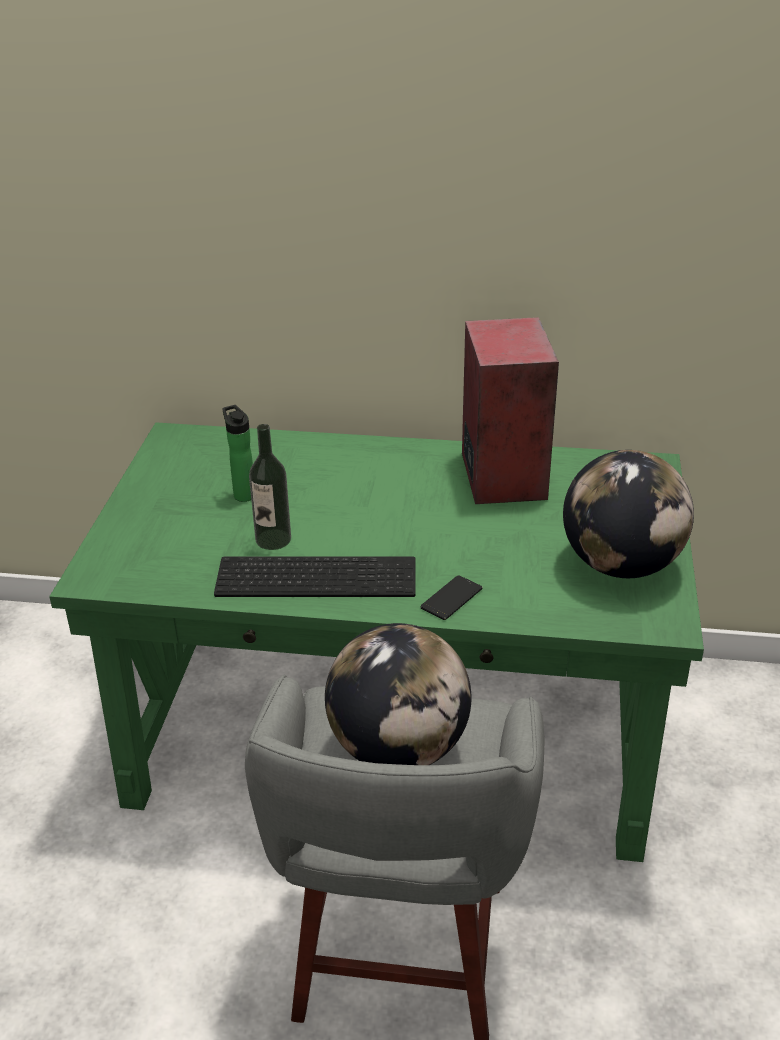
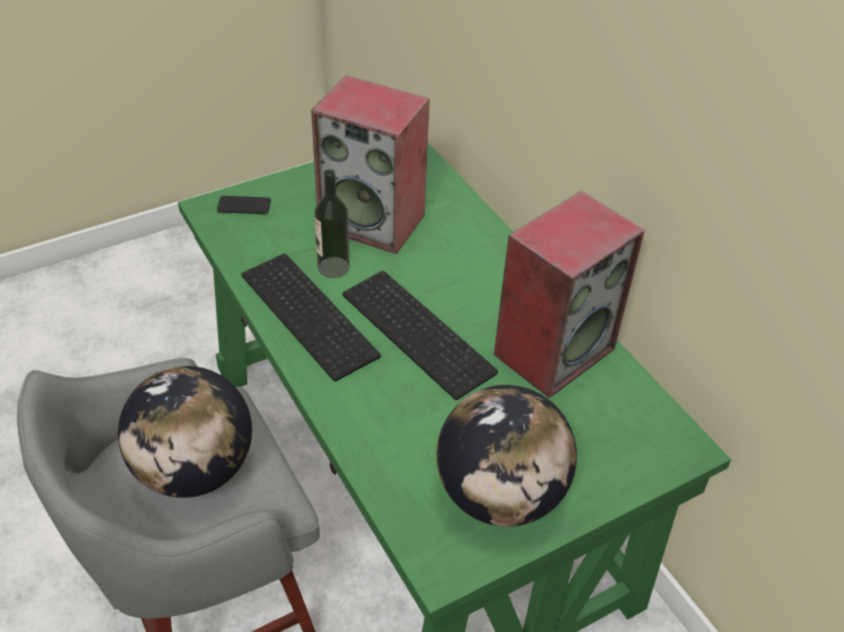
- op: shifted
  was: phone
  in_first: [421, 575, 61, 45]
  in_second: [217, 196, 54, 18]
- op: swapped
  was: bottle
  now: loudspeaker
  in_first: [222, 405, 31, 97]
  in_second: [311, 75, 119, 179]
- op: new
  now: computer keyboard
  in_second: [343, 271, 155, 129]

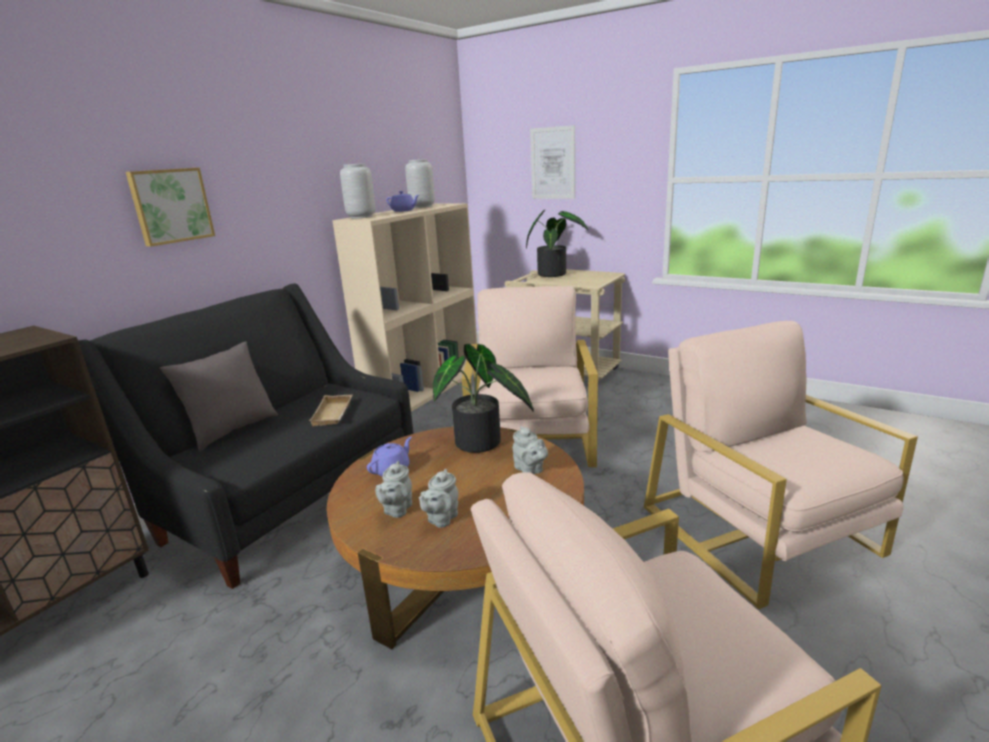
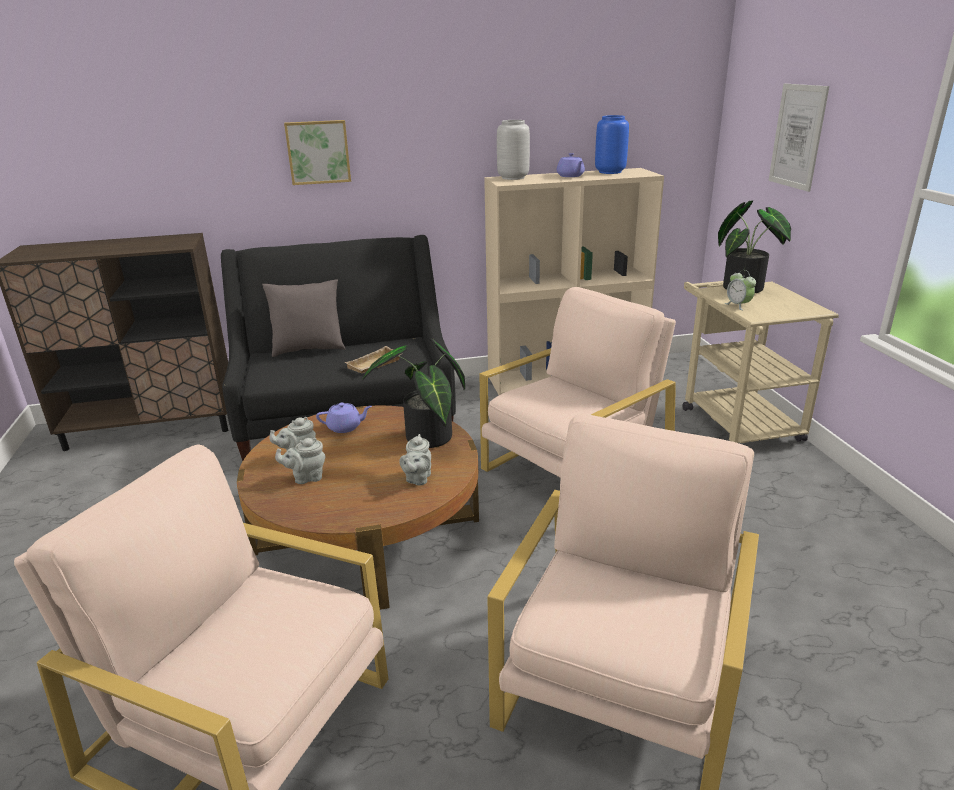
- op: repainted
  was: decorative vase in grey
  now: decorative vase in blue-coloured
  in_first: [405, 159, 30, 49]
  in_second: [595, 115, 34, 59]
- op: new
  now: bedside clock
  in_second: [725, 270, 31, 40]

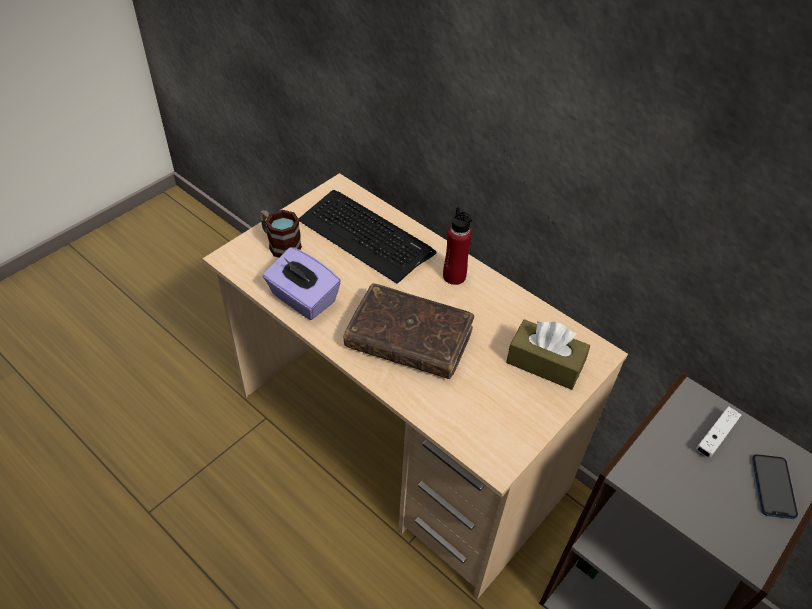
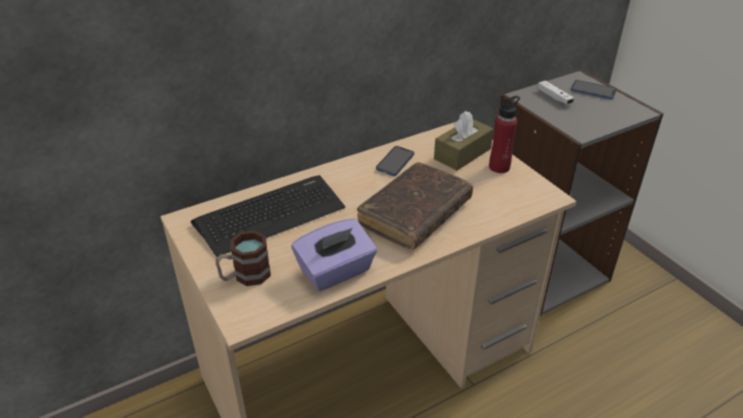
- op: new
  now: phone
  in_second: [376, 146, 38, 30]
- op: shifted
  was: bottle in reddish
  in_first: [443, 207, 29, 78]
  in_second: [489, 96, 31, 77]

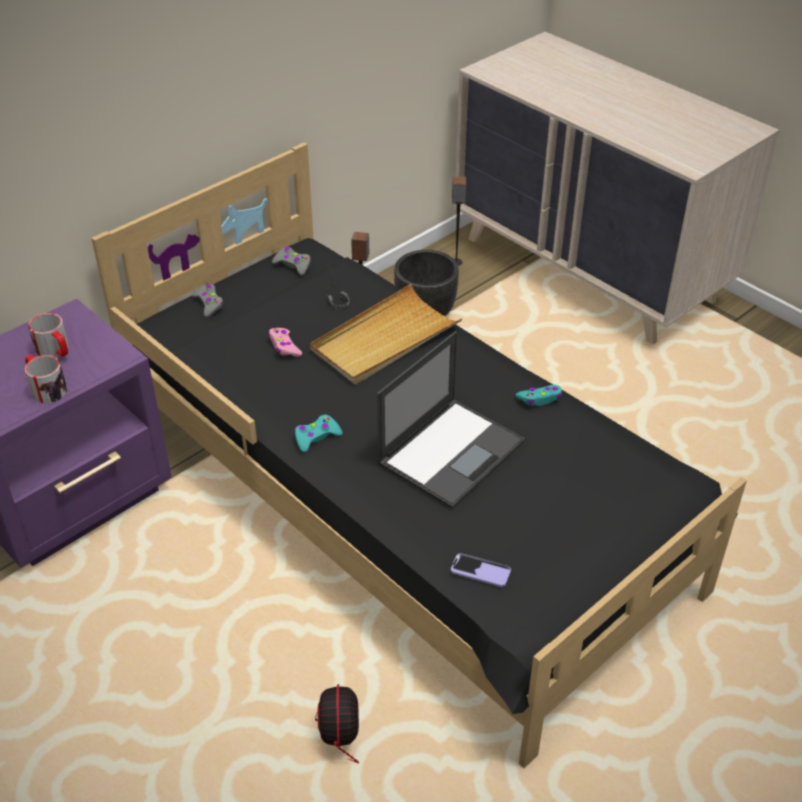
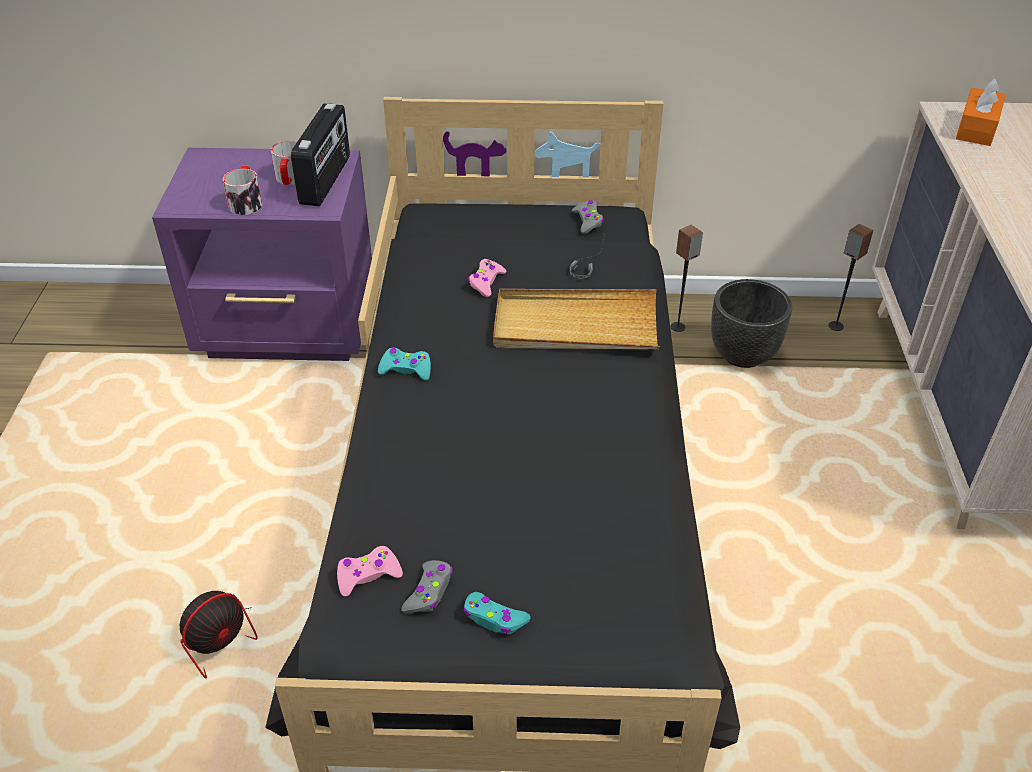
- op: new
  now: radio set
  in_second: [291, 103, 59, 103]
- op: swapped
  was: phone
  now: game controller in pinkish
  in_first: [451, 553, 60, 34]
  in_second: [337, 546, 66, 51]
- op: shifted
  was: game controller in grey
  in_first: [193, 284, 31, 34]
  in_second: [401, 560, 52, 54]
- op: shifted
  was: game controller in turquoise
  in_first: [515, 384, 47, 22]
  in_second: [463, 592, 68, 43]
- op: new
  now: tissue holder in orange-coloured
  in_second: [956, 78, 50, 68]
- op: gone
  was: laptop
  in_first: [377, 331, 148, 178]

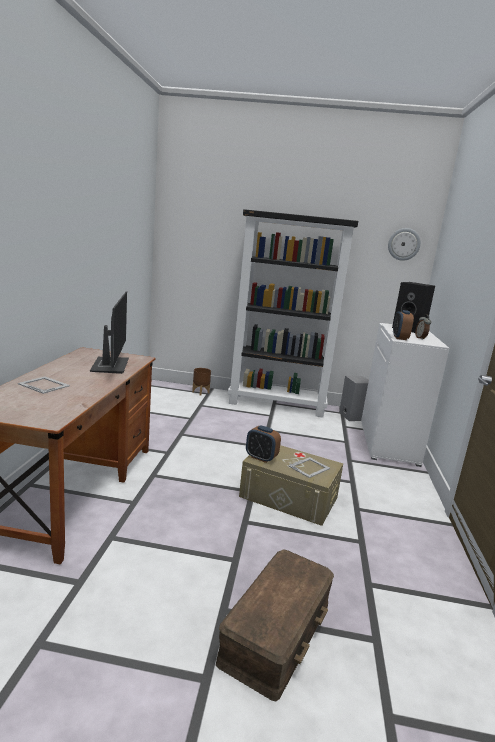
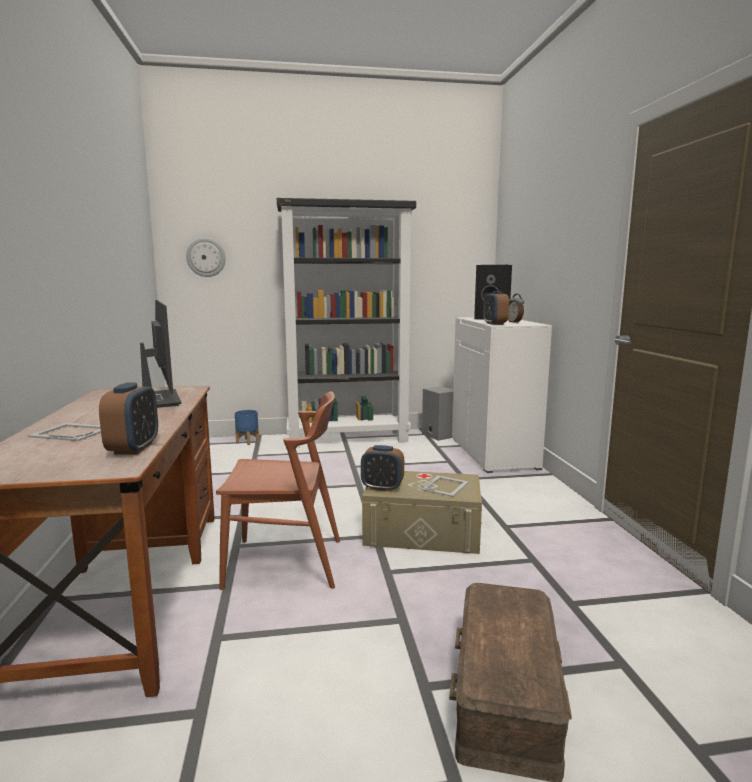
- op: new
  now: bedside clock
  in_second: [99, 383, 59, 72]
- op: shifted
  was: wall clock
  in_first: [388, 228, 33, 33]
  in_second: [186, 238, 40, 39]
- op: new
  now: plain chair in brown-coloured
  in_second: [216, 391, 124, 199]
- op: repainted
  was: flower pot in brown-coloured
  now: flower pot in blue-coloured
  in_first: [192, 368, 19, 28]
  in_second: [235, 410, 24, 35]

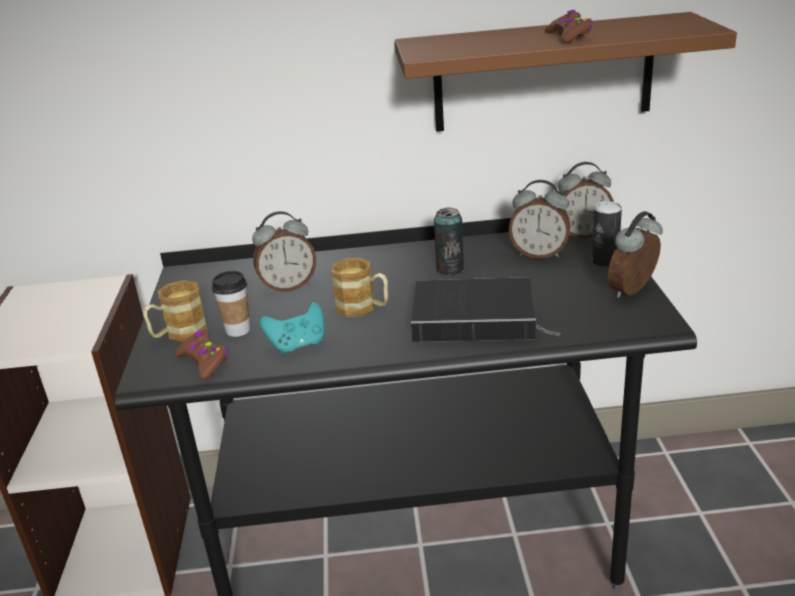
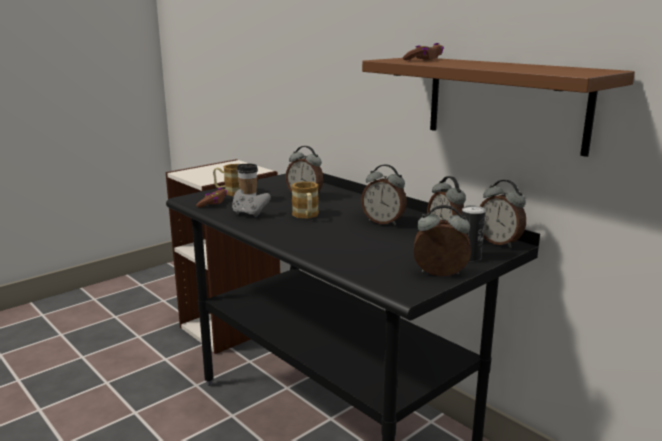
- op: repainted
  was: game controller in turquoise
  now: game controller in grey
  in_first: [260, 302, 64, 53]
  in_second: [232, 189, 39, 28]
- op: swapped
  was: metal can
  now: bedside clock
  in_first: [434, 207, 30, 68]
  in_second: [361, 164, 46, 62]
- op: shifted
  was: game controller in brown-coloured
  in_first: [545, 10, 48, 33]
  in_second: [403, 43, 41, 17]
- op: gone
  was: volume
  in_first: [411, 277, 149, 65]

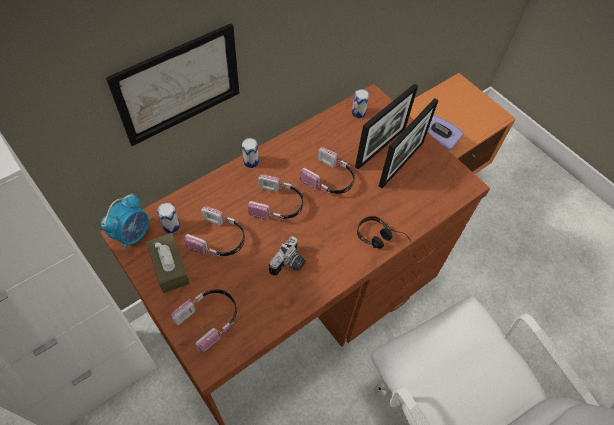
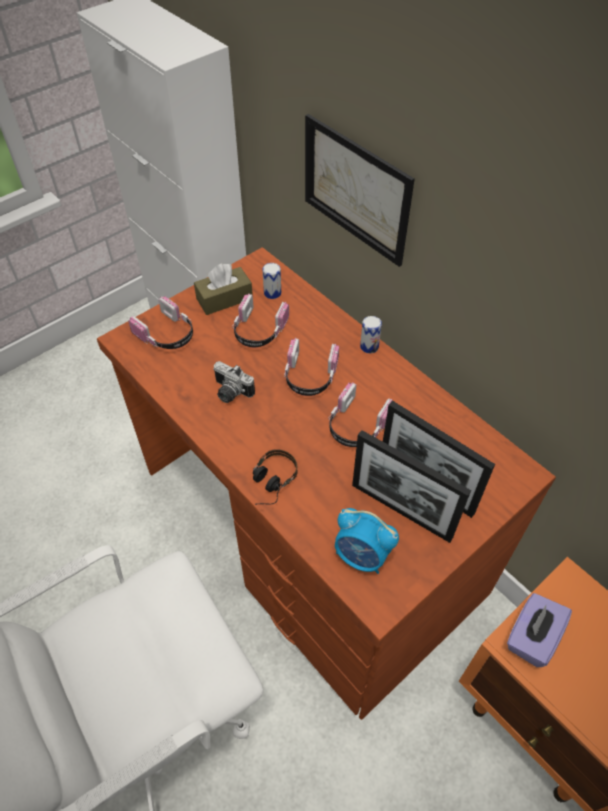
- op: shifted
  was: bedside clock
  in_first: [101, 193, 48, 58]
  in_second: [335, 508, 64, 66]
- op: gone
  was: metal can
  in_first: [352, 89, 17, 29]

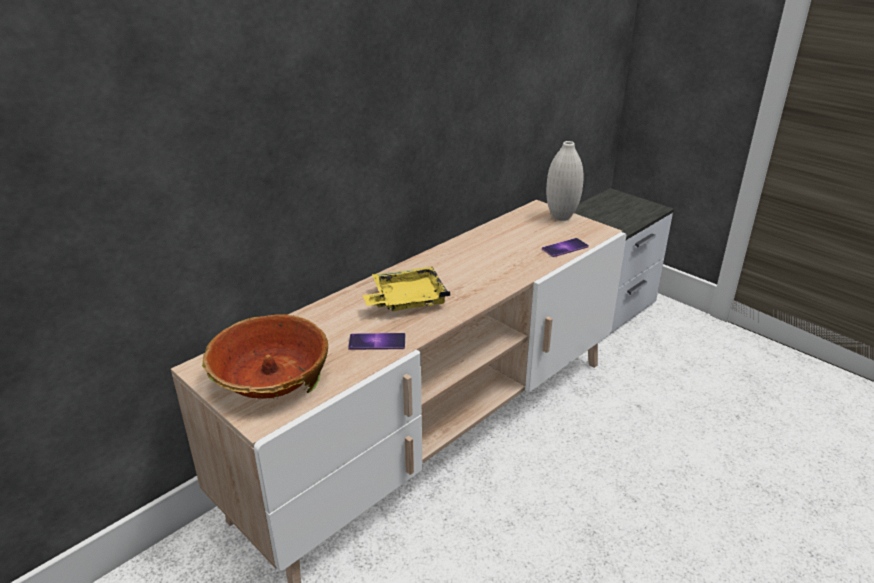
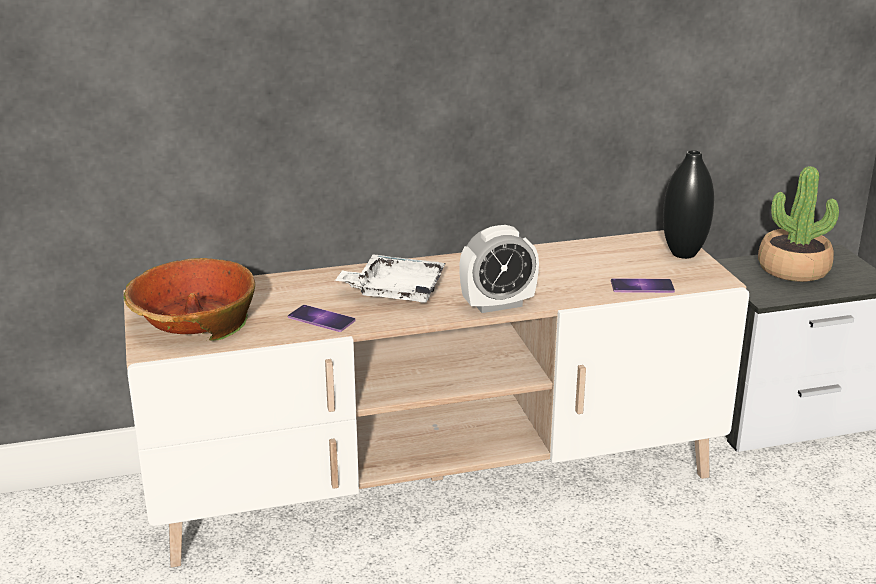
- op: repainted
  was: serving tray in yellowish
  now: serving tray in whitish
  in_first: [363, 267, 87, 44]
  in_second: [335, 254, 111, 49]
- op: new
  now: bedside clock
  in_second: [459, 225, 80, 88]
- op: repainted
  was: decorative vase in whitish
  now: decorative vase in black-coloured
  in_first: [546, 141, 38, 80]
  in_second: [663, 150, 51, 109]
- op: new
  now: houseplant
  in_second: [758, 166, 81, 116]

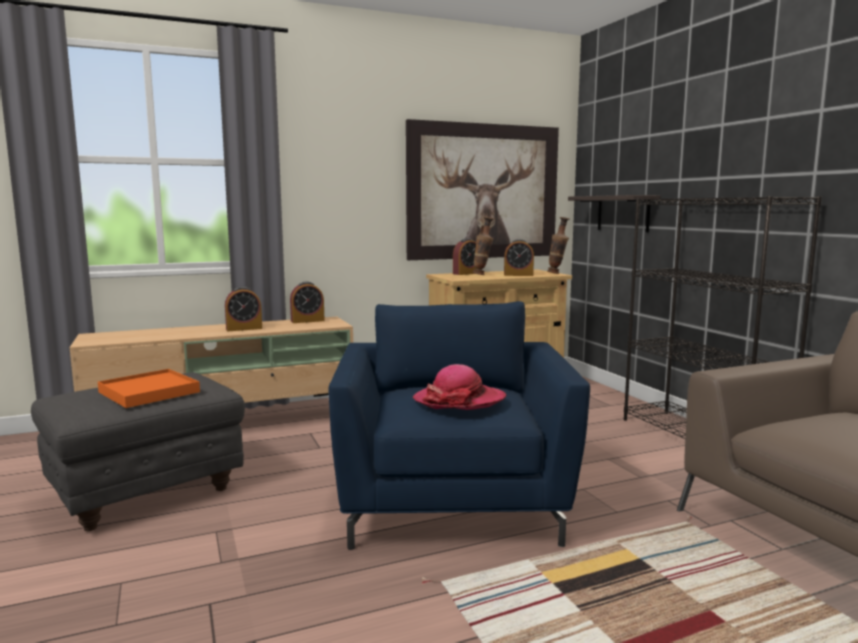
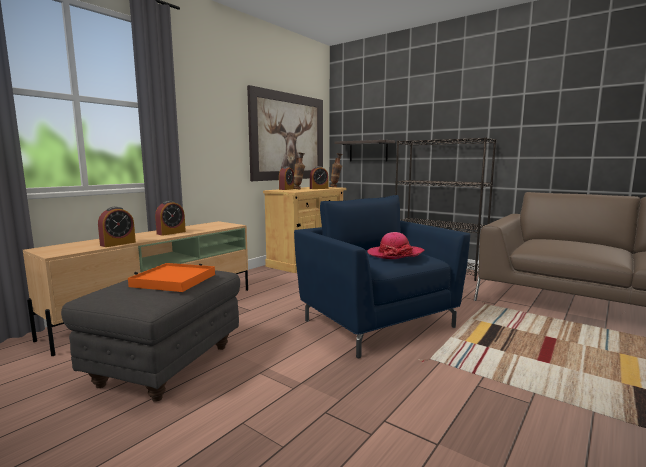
- op: shifted
  was: bedside clock
  in_first: [290, 282, 35, 41]
  in_second: [98, 207, 38, 40]

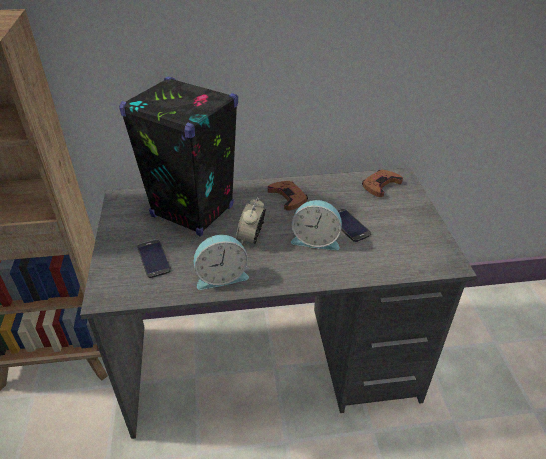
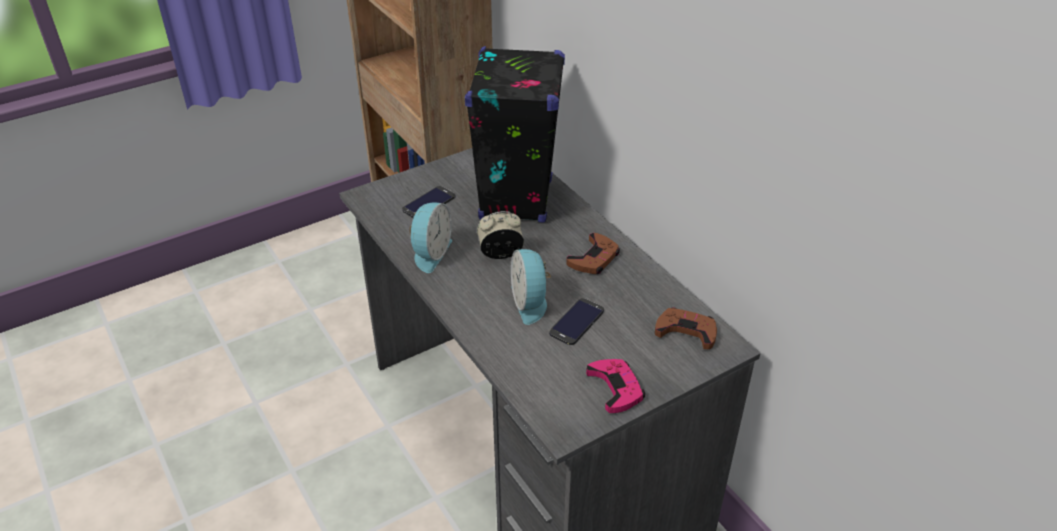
- op: rotated
  was: bedside clock
  in_first: [194, 235, 55, 55]
  in_second: [409, 203, 43, 70]
  clockwise: -120
- op: new
  now: game controller in pinkish
  in_second: [586, 359, 59, 54]

